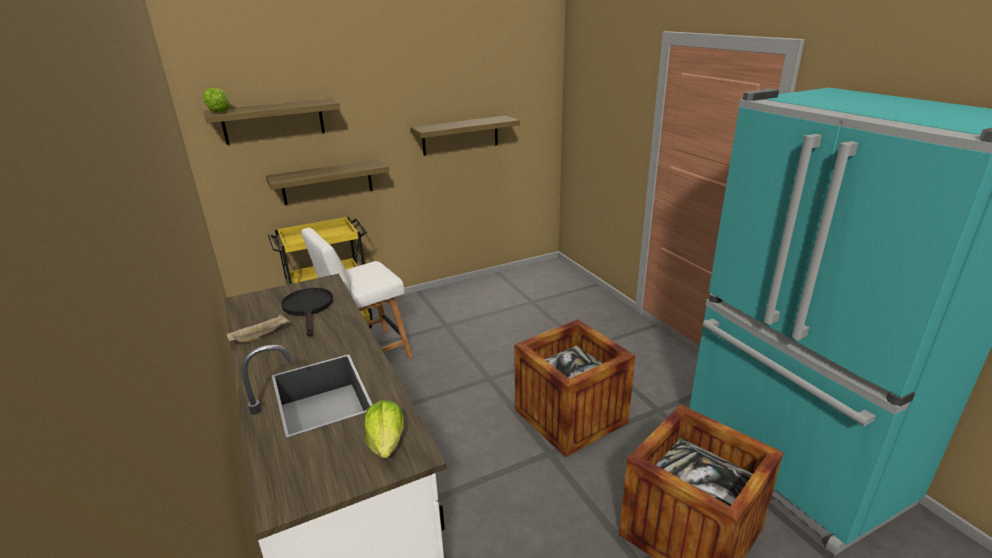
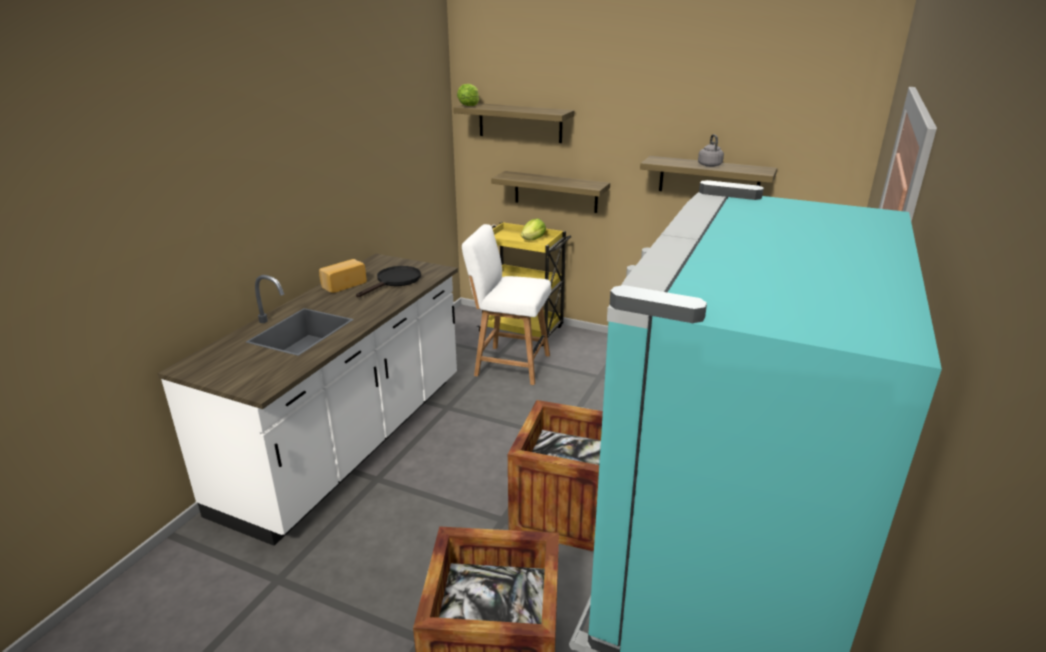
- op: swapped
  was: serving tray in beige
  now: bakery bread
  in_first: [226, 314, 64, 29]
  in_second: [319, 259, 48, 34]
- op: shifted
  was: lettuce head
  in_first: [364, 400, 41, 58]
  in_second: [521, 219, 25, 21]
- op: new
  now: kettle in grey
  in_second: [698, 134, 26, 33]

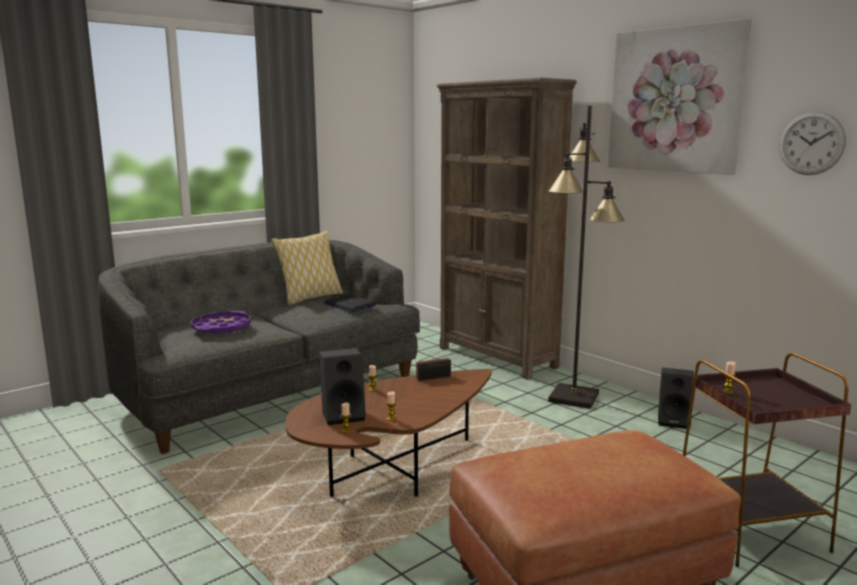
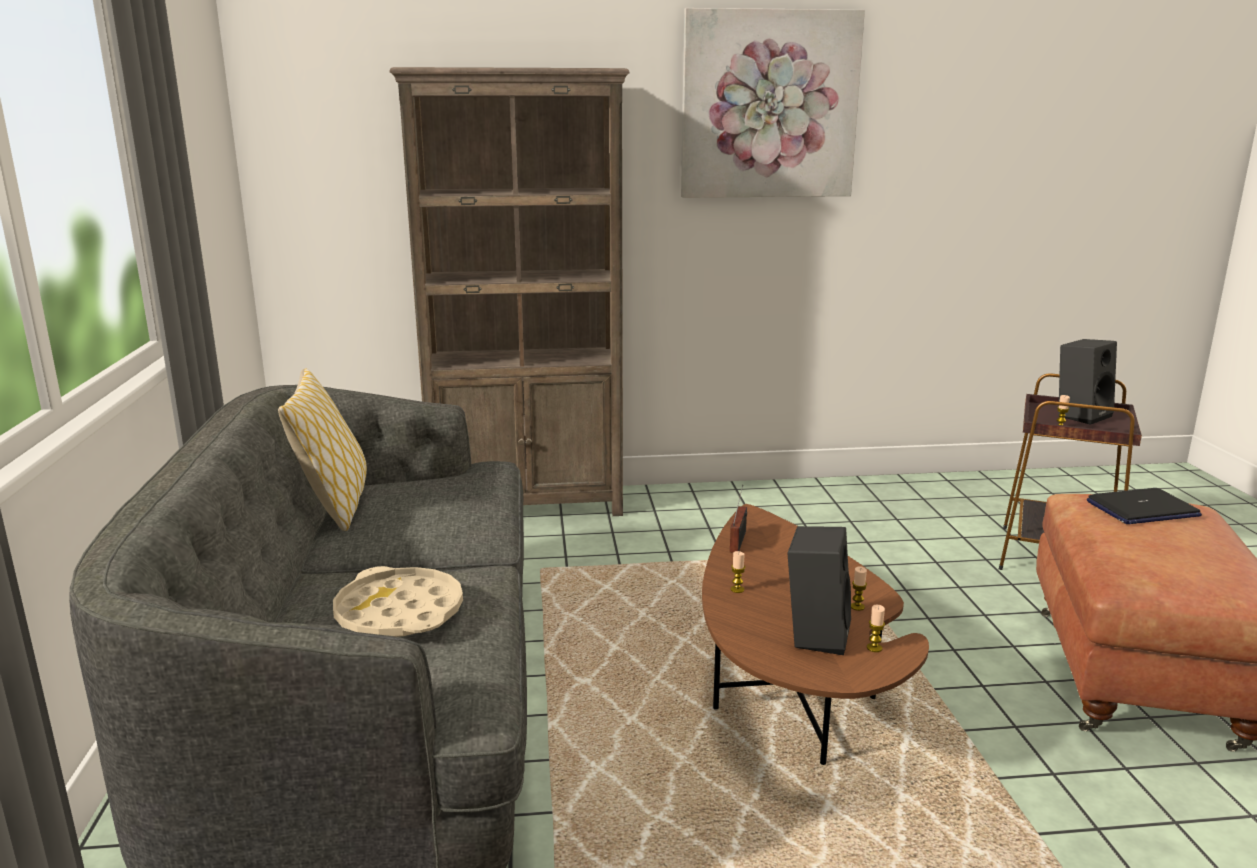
- op: repainted
  was: serving tray in purplish
  now: serving tray in beige
  in_first: [191, 311, 60, 23]
  in_second: [333, 566, 130, 71]
- op: shifted
  was: loudspeaker in black-coloured
  in_first: [658, 368, 36, 61]
  in_second: [1058, 339, 59, 86]
- op: shifted
  was: laptop
  in_first: [324, 295, 52, 17]
  in_second: [1087, 488, 115, 36]
- op: gone
  was: floor lamp in black-coloured
  in_first: [548, 106, 77, 303]
- op: gone
  was: wall clock
  in_first: [779, 111, 67, 64]

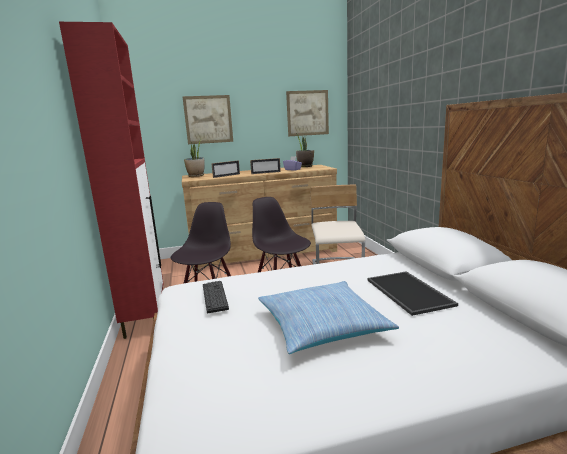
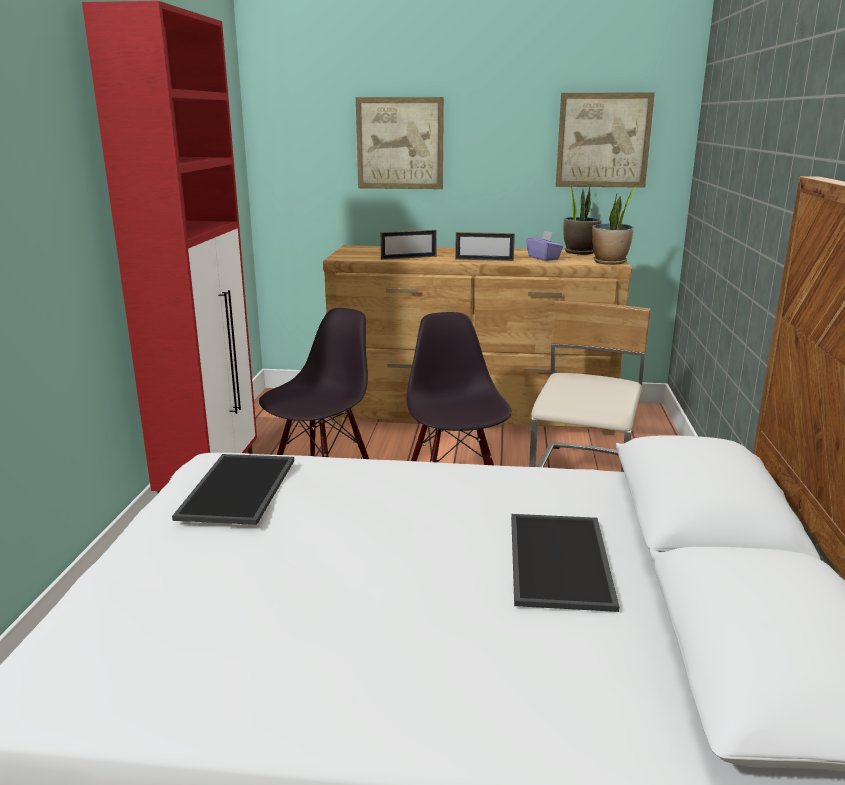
- op: swapped
  was: computer keyboard
  now: serving tray
  in_first: [203, 281, 26, 32]
  in_second: [172, 454, 122, 71]
- op: shifted
  was: houseplant
  in_first: [184, 139, 21, 38]
  in_second: [592, 187, 44, 78]
- op: gone
  was: pillow
  in_first: [258, 281, 141, 73]

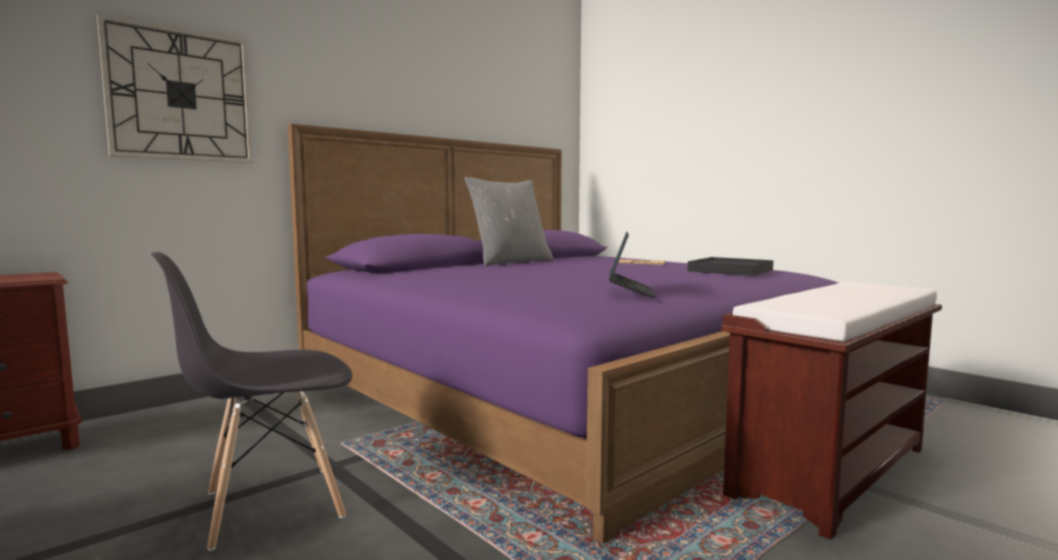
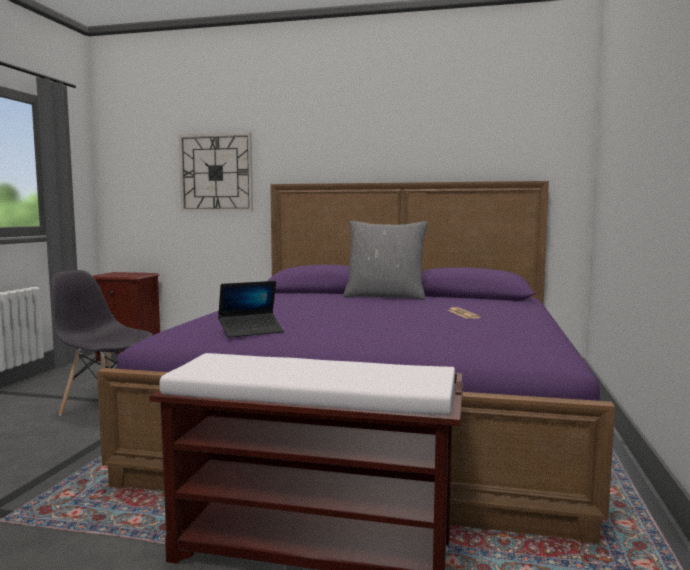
- op: gone
  was: serving tray in black-coloured
  in_first: [688, 257, 85, 19]

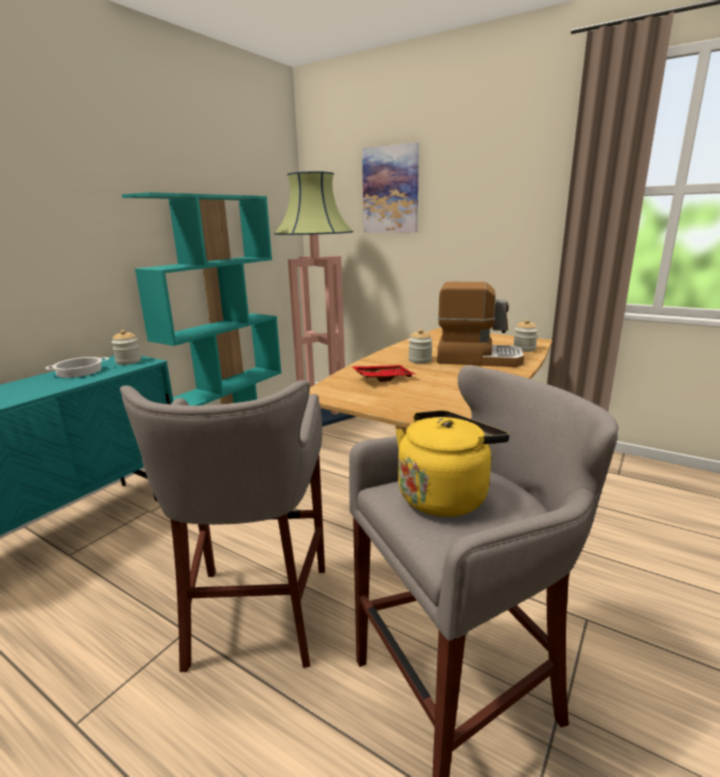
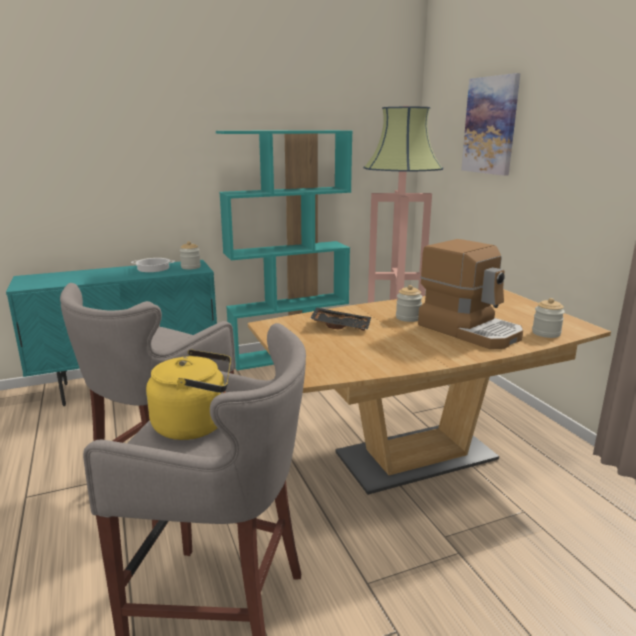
- op: repainted
  was: serving tray in reddish
  now: serving tray in black-coloured
  in_first: [351, 365, 66, 17]
  in_second: [310, 307, 61, 24]

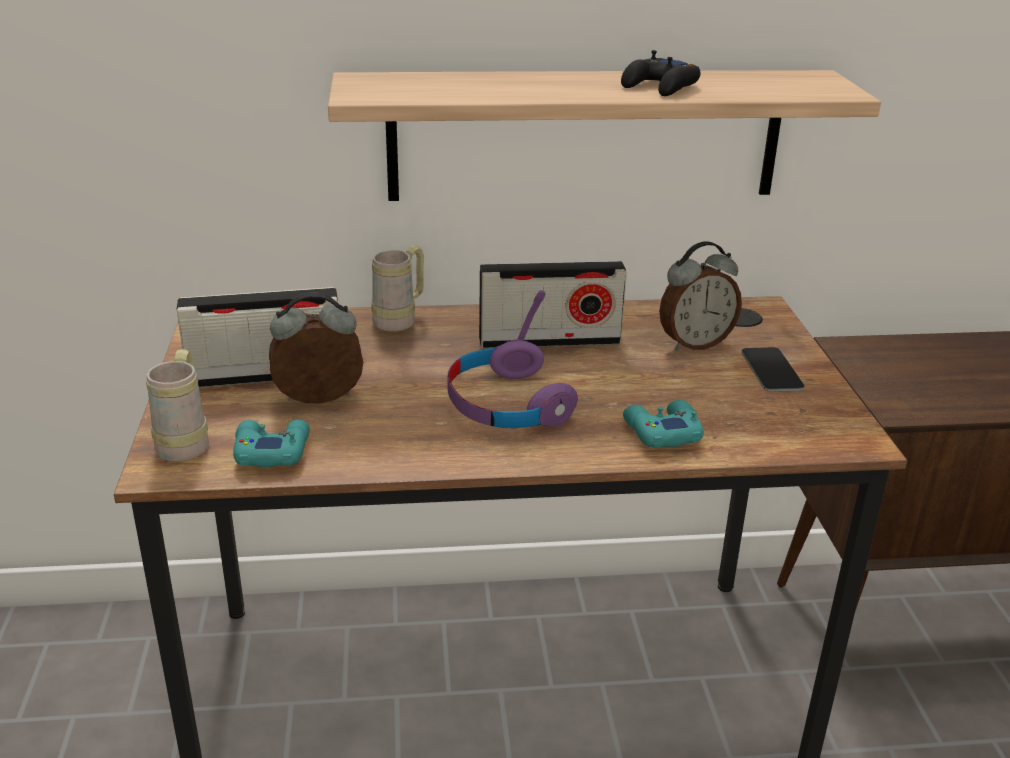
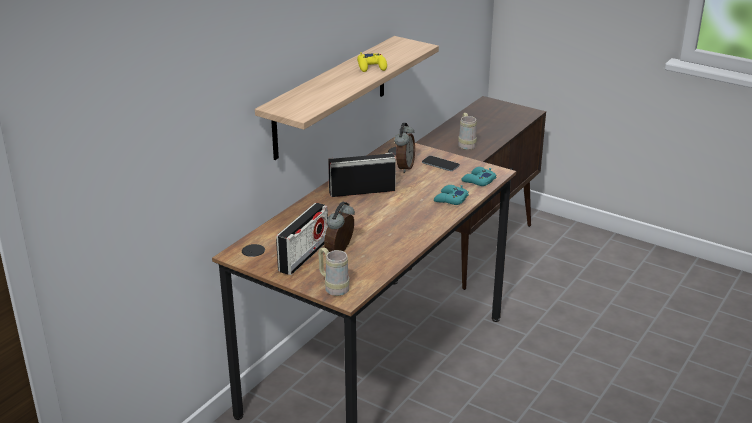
- op: rotated
  was: radio set
  in_first: [479, 261, 148, 88]
  in_second: [328, 153, 68, 44]
  clockwise: -135
- op: repainted
  was: game controller in black-coloured
  now: game controller in yellowish
  in_first: [621, 50, 80, 46]
  in_second: [357, 52, 30, 20]
- op: shifted
  was: mug in beige
  in_first: [371, 245, 53, 87]
  in_second: [458, 113, 19, 37]
- op: shifted
  was: game controller in turquoise
  in_first: [233, 419, 77, 48]
  in_second: [461, 167, 35, 19]
- op: gone
  was: headphones in purplish
  in_first: [447, 290, 131, 139]

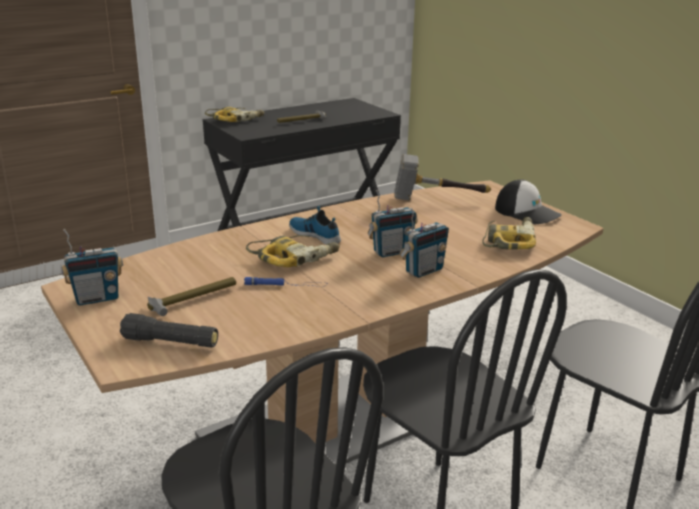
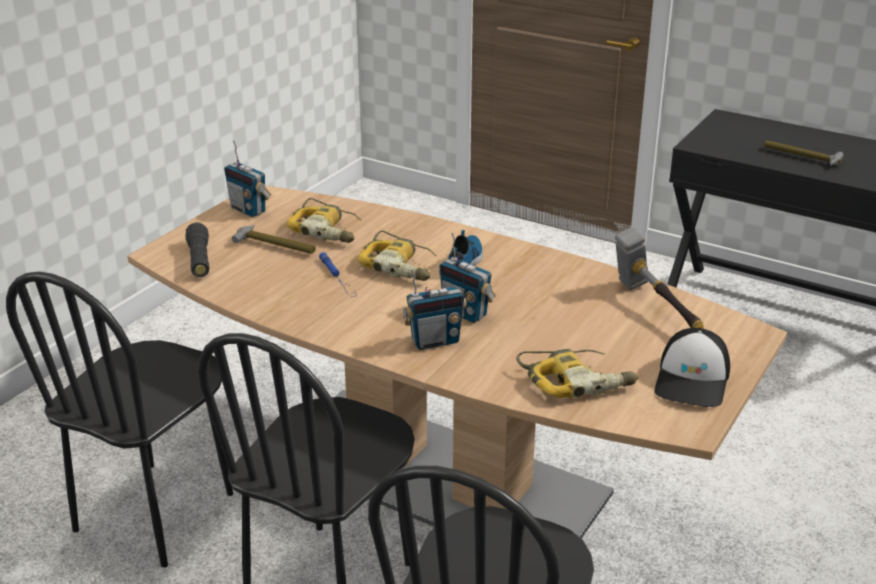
- op: shifted
  was: electric drill
  in_first: [205, 107, 59, 15]
  in_second: [287, 198, 74, 45]
- op: rotated
  was: radio set
  in_first: [400, 208, 49, 70]
  in_second: [403, 268, 64, 82]
  clockwise: -45

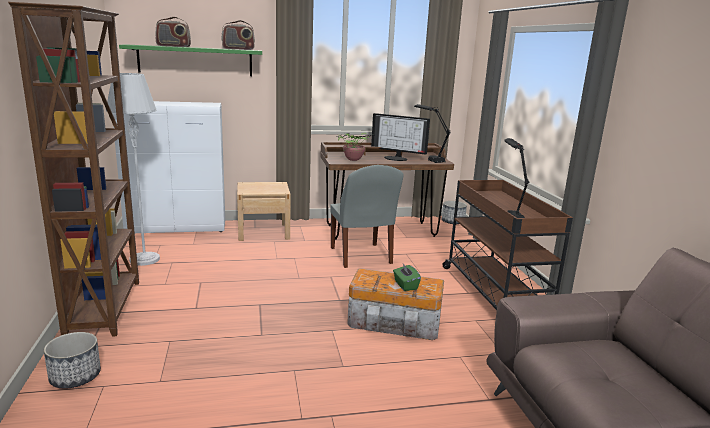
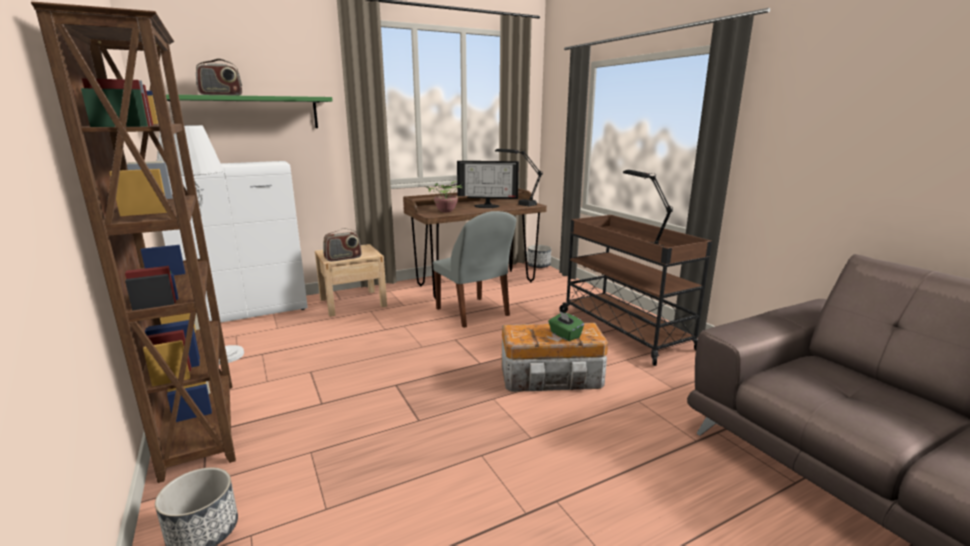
- op: shifted
  was: radio set
  in_first: [221, 20, 34, 30]
  in_second: [323, 228, 38, 34]

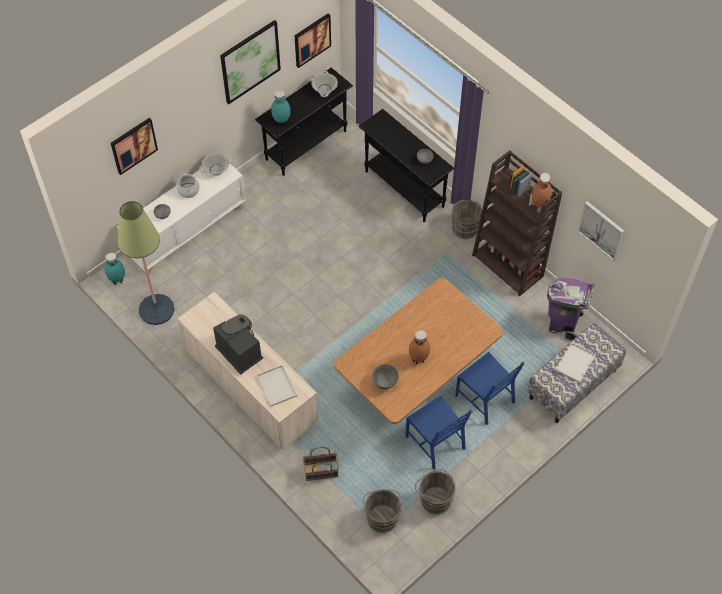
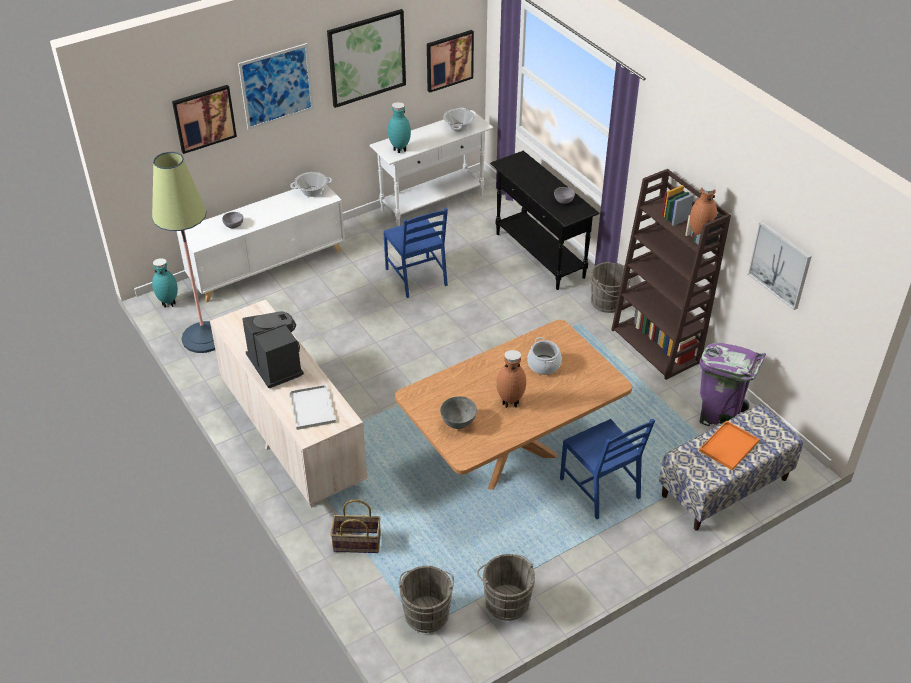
- op: new
  now: wall art
  in_second: [238, 43, 76, 87]
- op: repainted
  was: console table in black-coloured
  now: console table in whitish
  in_first: [255, 67, 98, 109]
  in_second: [369, 110, 124, 117]
- op: shifted
  was: plain chair in blue-coloured
  in_first: [405, 395, 67, 75]
  in_second: [383, 208, 65, 90]
- op: shifted
  was: saucepot
  in_first: [176, 172, 24, 26]
  in_second: [527, 337, 35, 38]
- op: repainted
  was: serving tray in whitish
  now: serving tray in orange-coloured
  in_first: [555, 342, 41, 41]
  in_second: [699, 421, 61, 49]

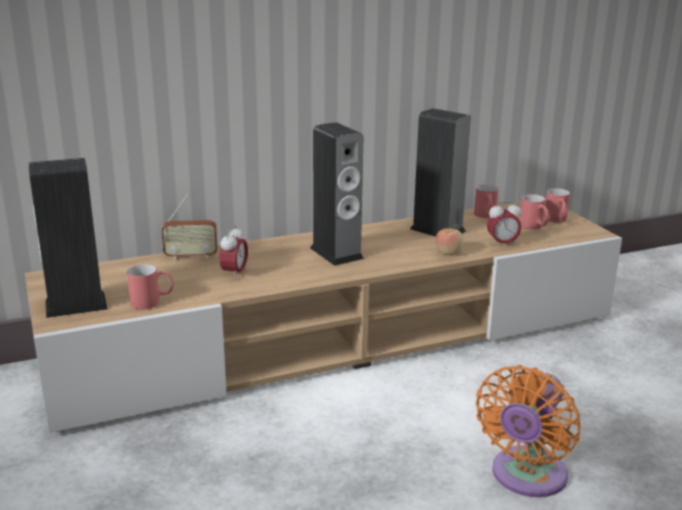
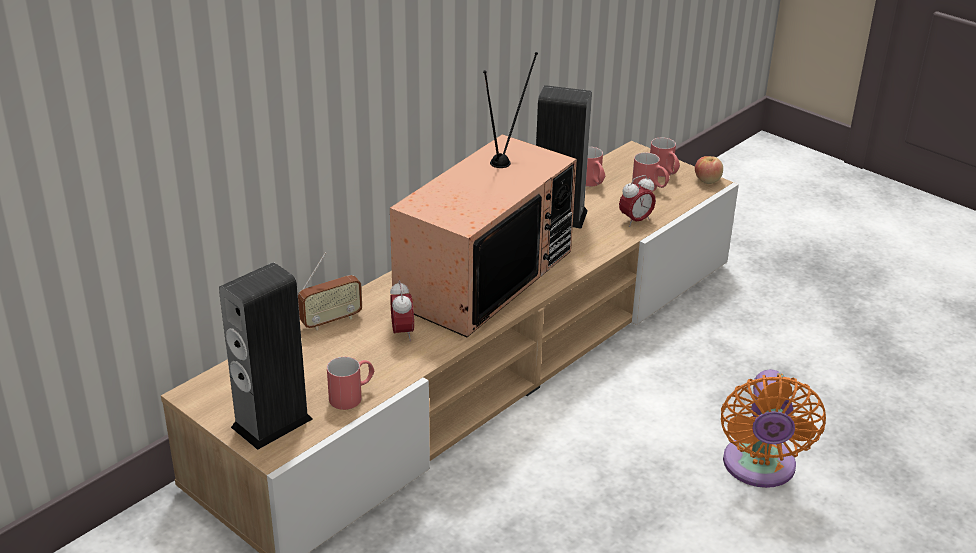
- op: swapped
  was: loudspeaker
  now: TV
  in_first: [310, 122, 54, 144]
  in_second: [390, 52, 187, 285]
- op: shifted
  was: whole apple
  in_first: [436, 228, 27, 27]
  in_second: [695, 156, 28, 28]

